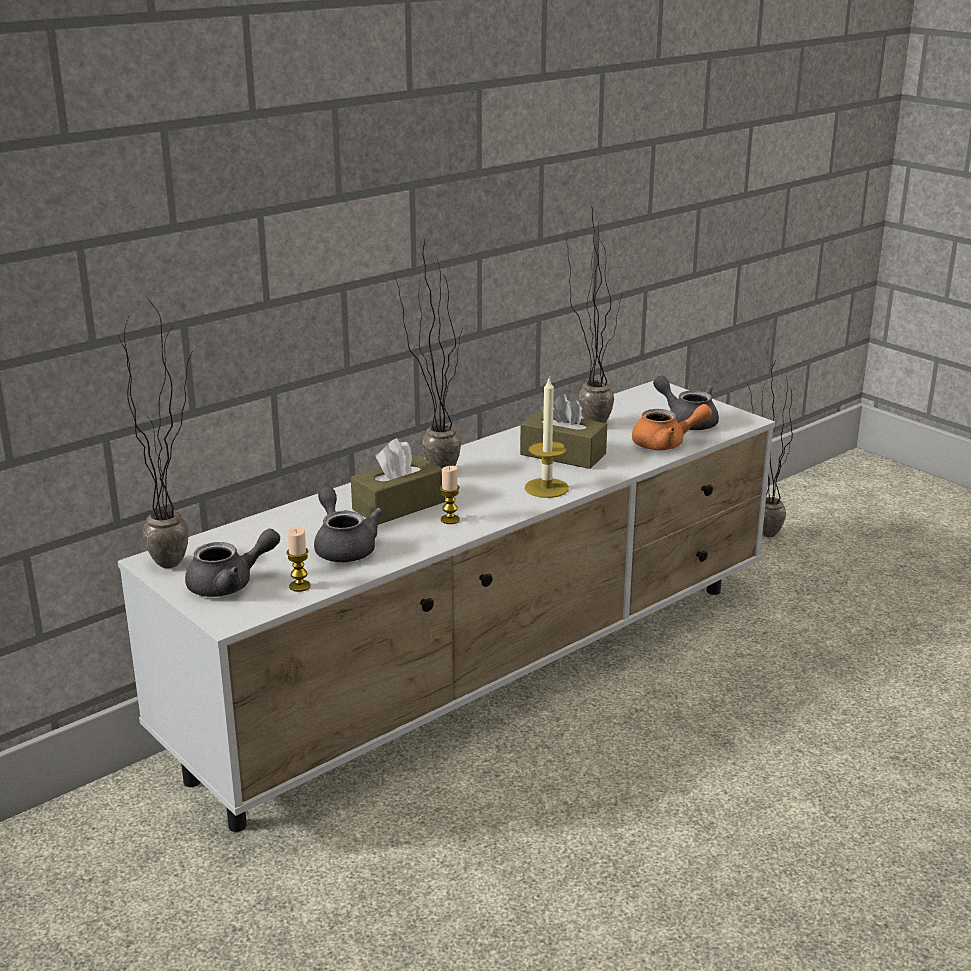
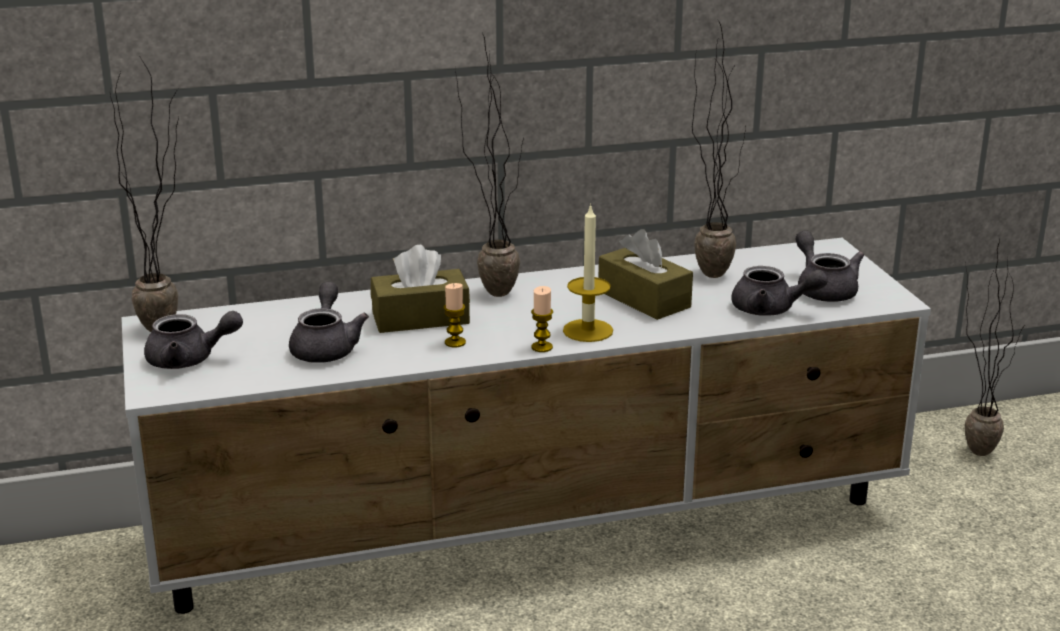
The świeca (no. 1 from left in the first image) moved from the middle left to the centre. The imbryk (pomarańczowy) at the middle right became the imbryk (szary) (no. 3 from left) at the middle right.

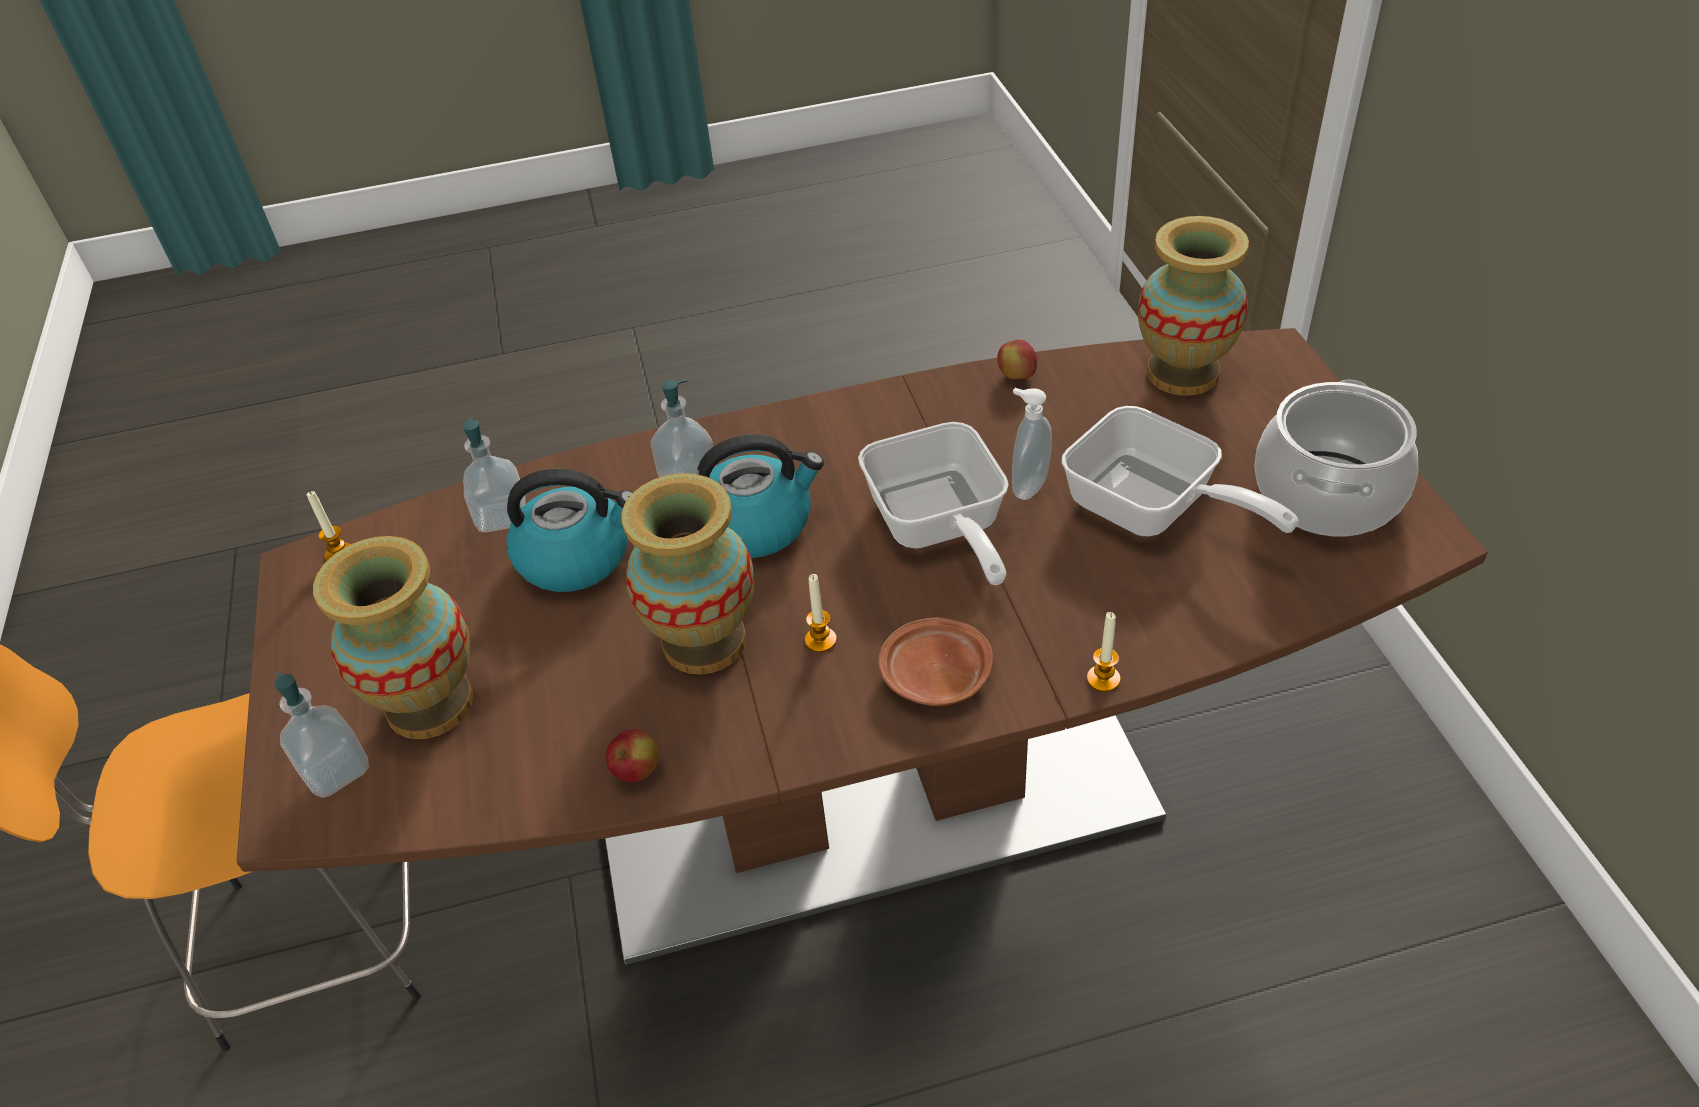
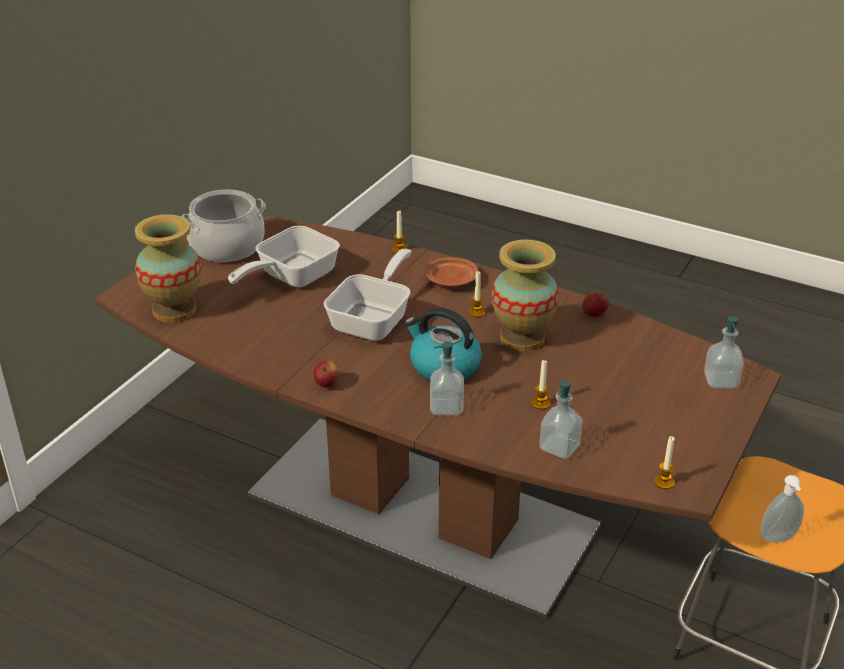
The wazon (no. 1 from left) at the middle left disappeared. The czajnik (no. 1 from left) at the centre was replaced by the świeca (no. 3 from left) at the centre. The jabłko (no. 2 from left in the first image) moved from the top centre to the centre. The dozownik mydła (no. 4 from left) moved from the centre to the bottom right. The patelnia (no. 2 from left in the first image) at the middle right turned 135 degrees counterclockwise.

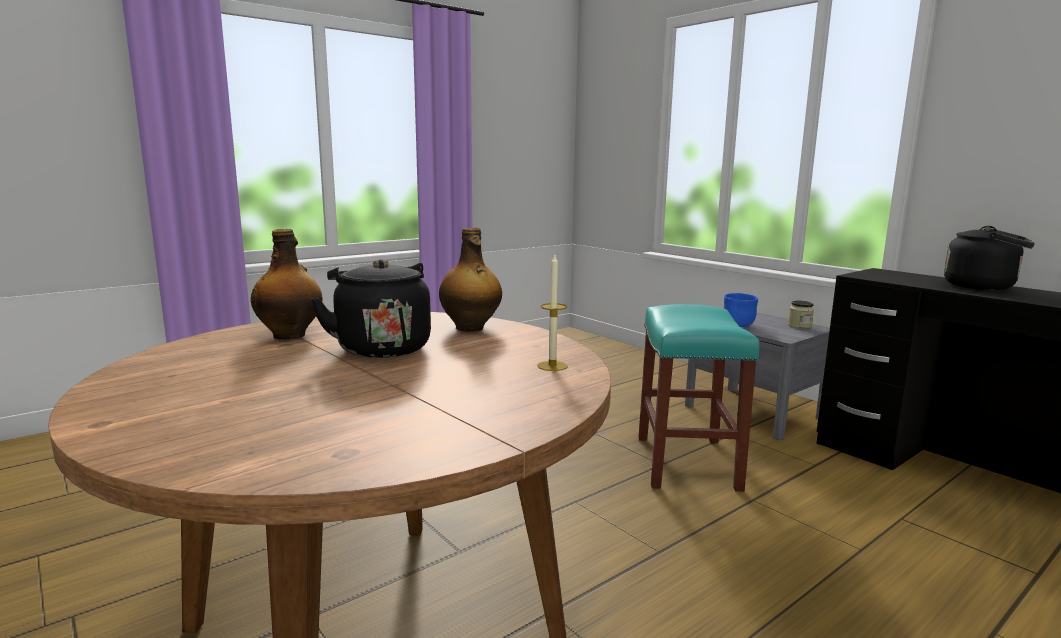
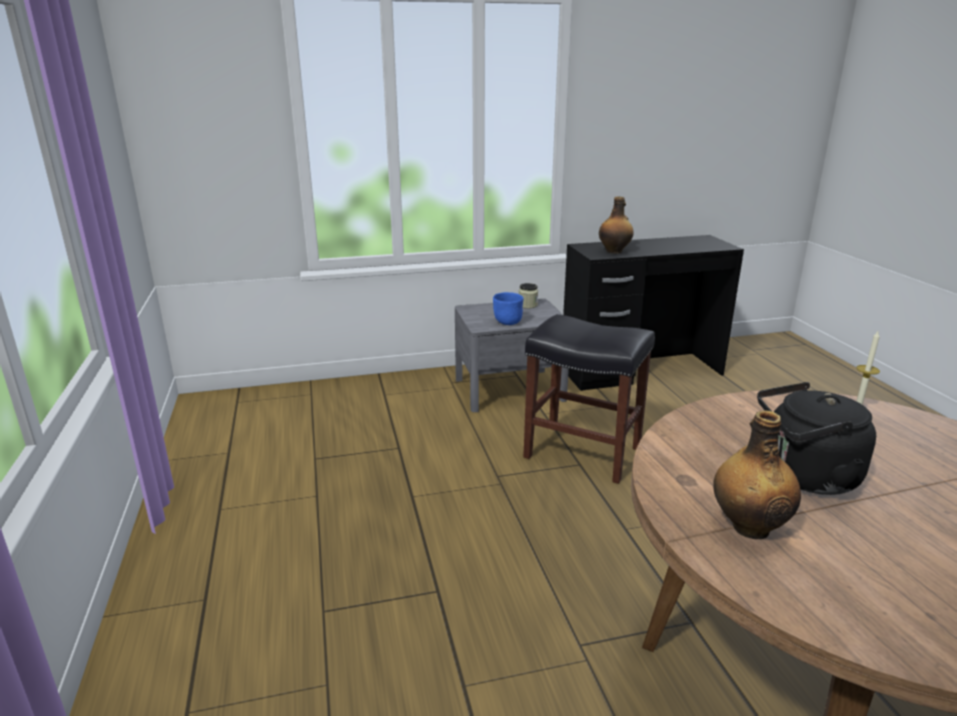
The butelka (no. 2 from left in the first image) moved from the centre to the top centre. The stołek (turkusowy) at the centre became the stołek (czarny) at the centre. The czajnik (czarny) (no. 2 from left) at the middle right disappeared.

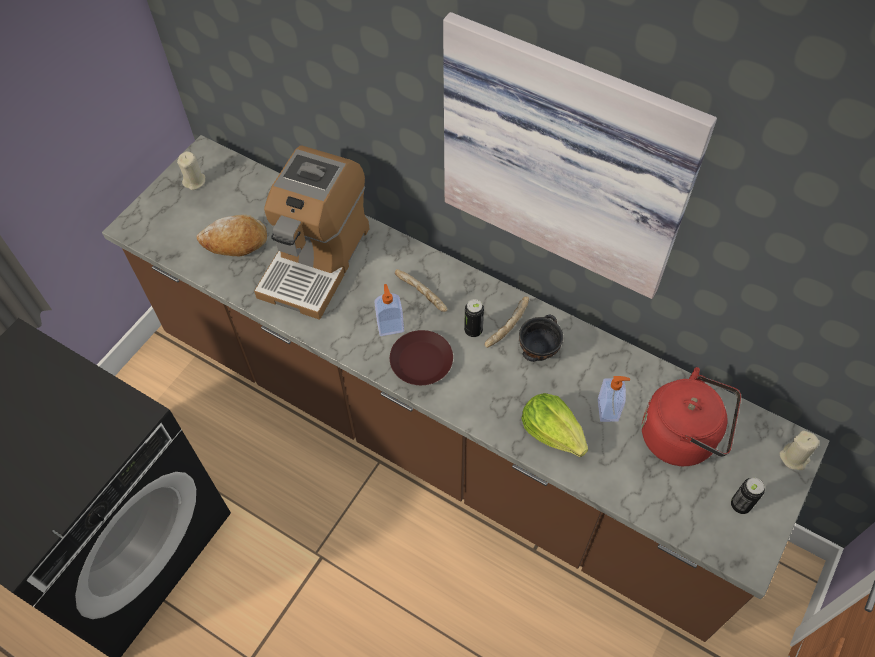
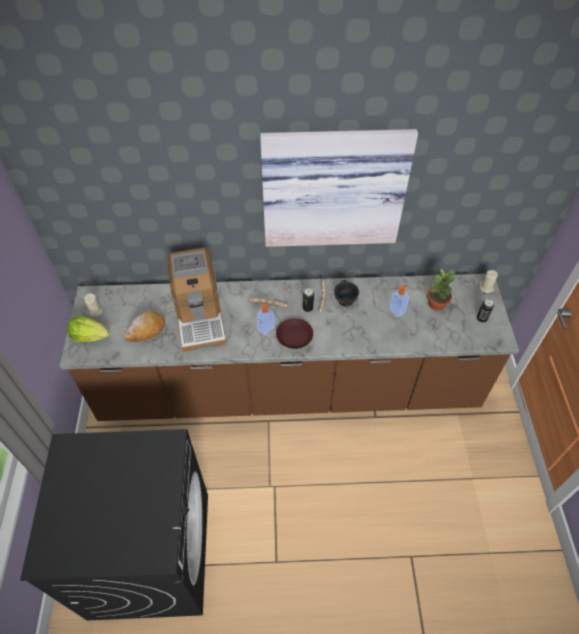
The sałata moved from the centre to the middle left. The czajnik (czerwony) at the middle right was replaced by the roślina doniczkowa at the middle right.

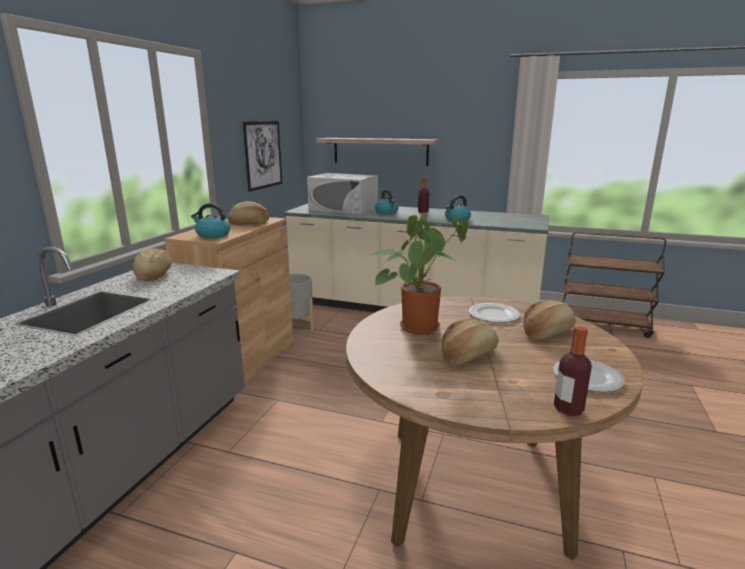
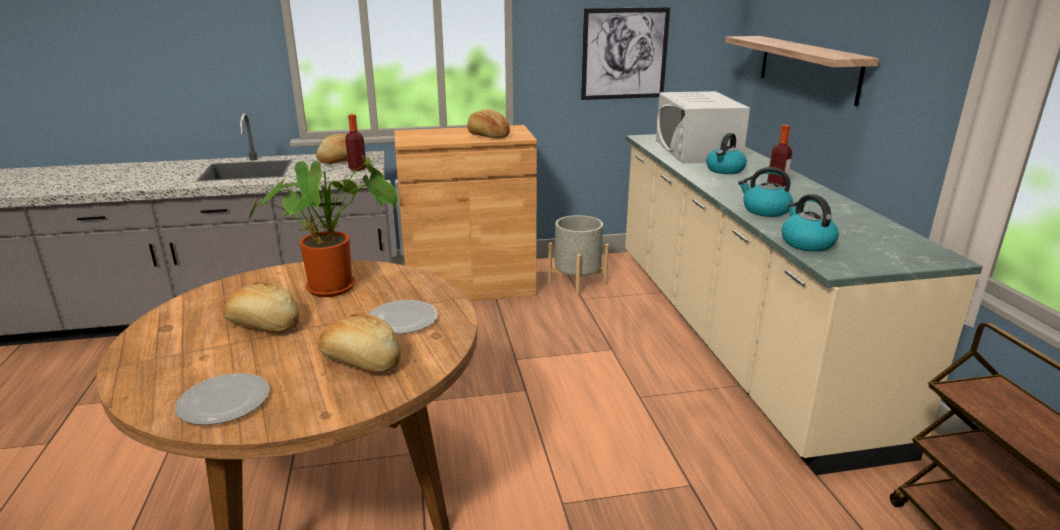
The czajnik (no. 1 from left in the first image) moved from the middle left to the middle right. The butelka (no. 2 from left in the first image) moved from the middle right to the top centre.

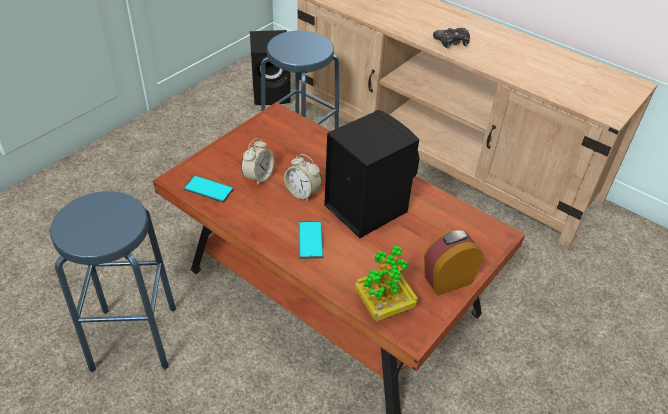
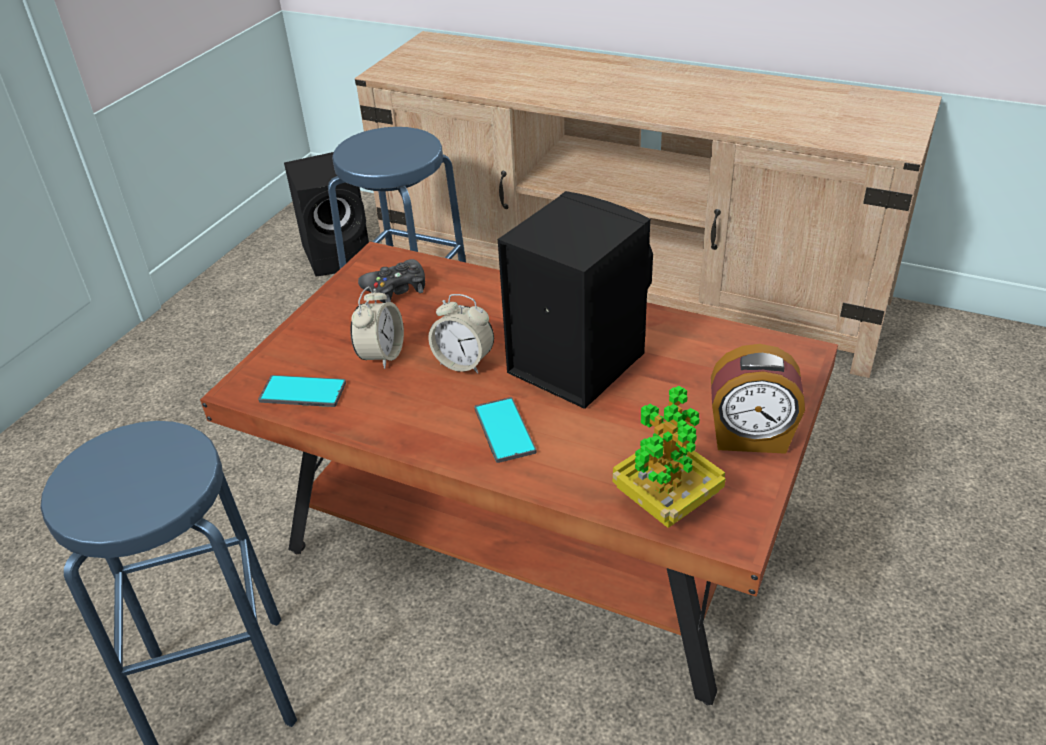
The budzik (no. 3 from left) at the middle right turned 135 degrees counterclockwise. The pad do gier (czarny) moved from the top right to the centre.

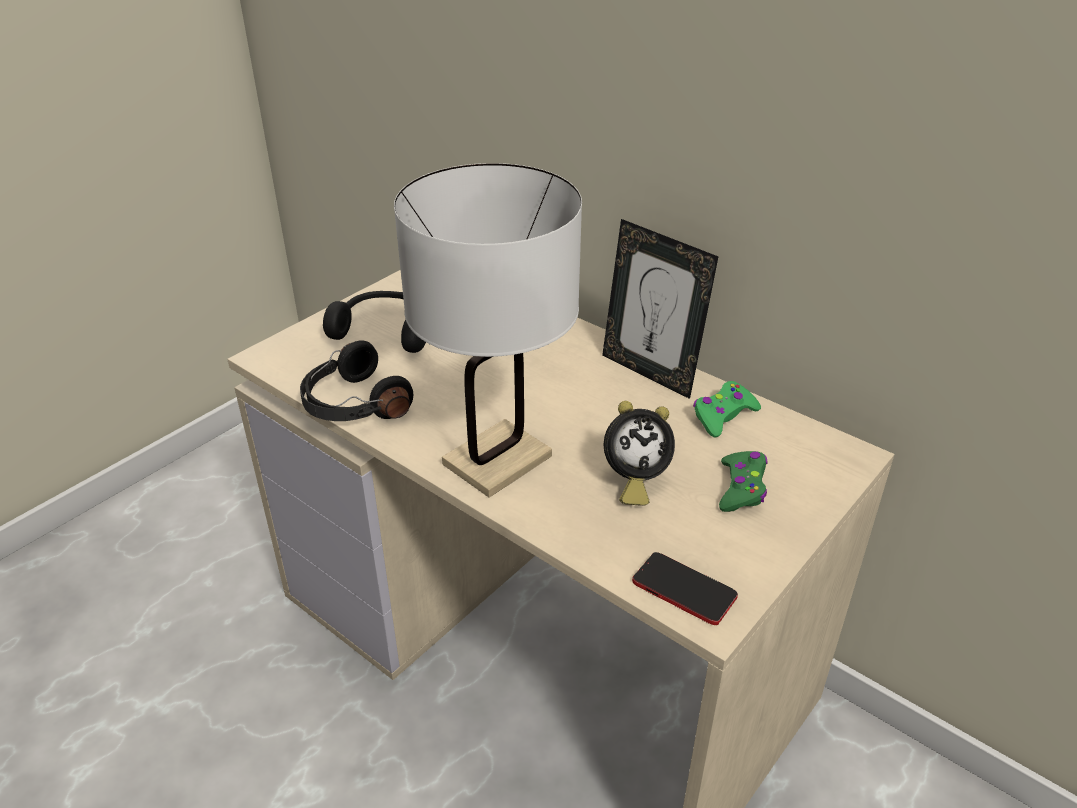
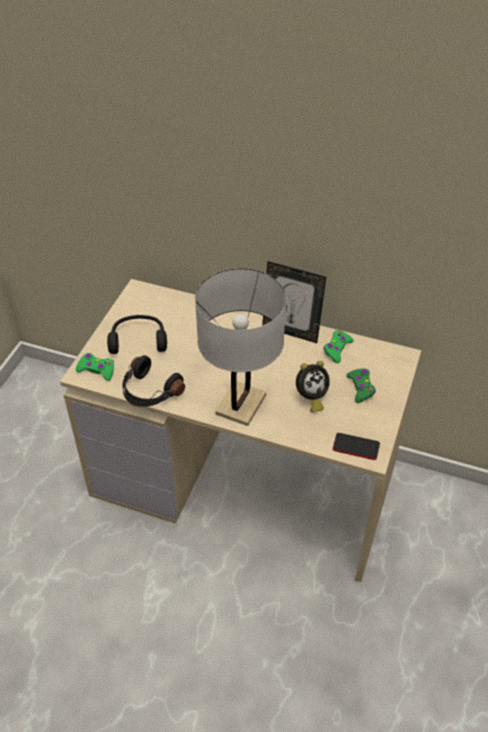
The pad do gier (zielony) (no. 1 from left) at the middle left appeared.

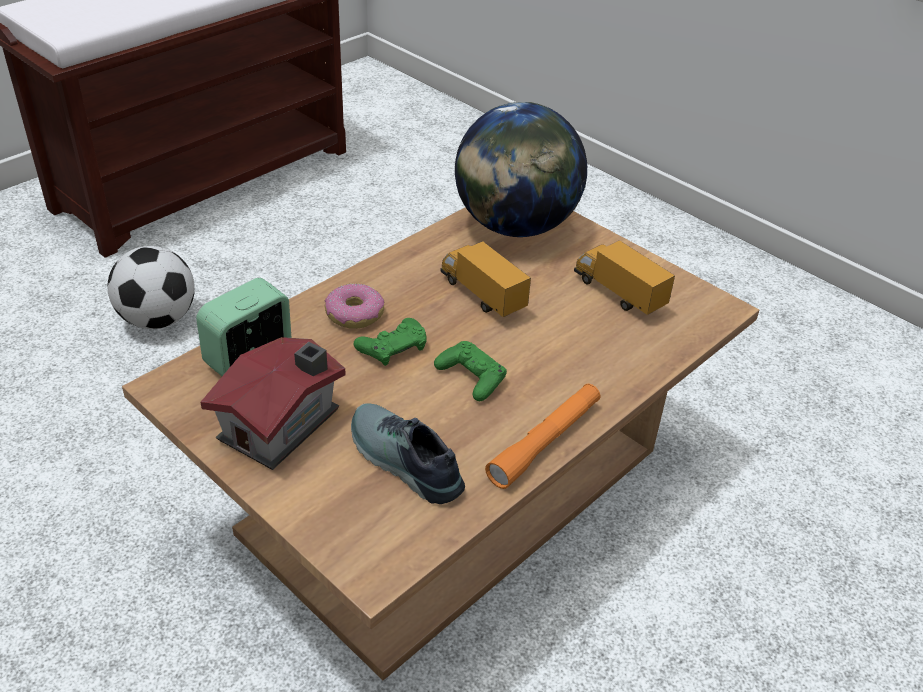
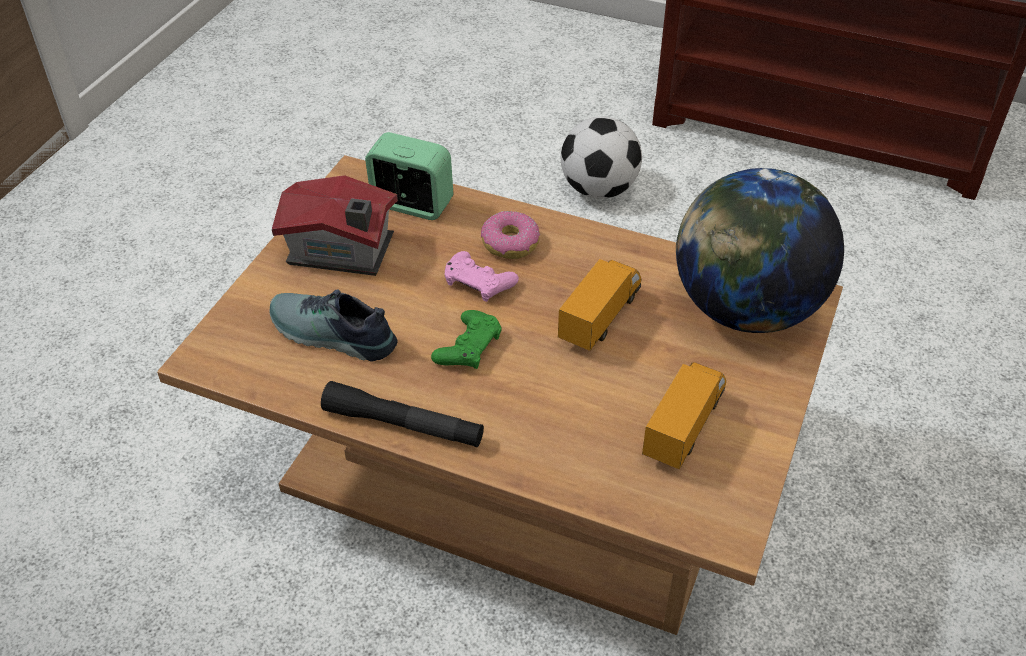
The but at the centre turned 90 degrees counterclockwise. The pad do gier (zielony) (no. 1 from left) at the centre became the pad do gier (różowy) at the centre. The latarka (pomarańczowy) at the centre became the latarka (czarny) at the centre.

